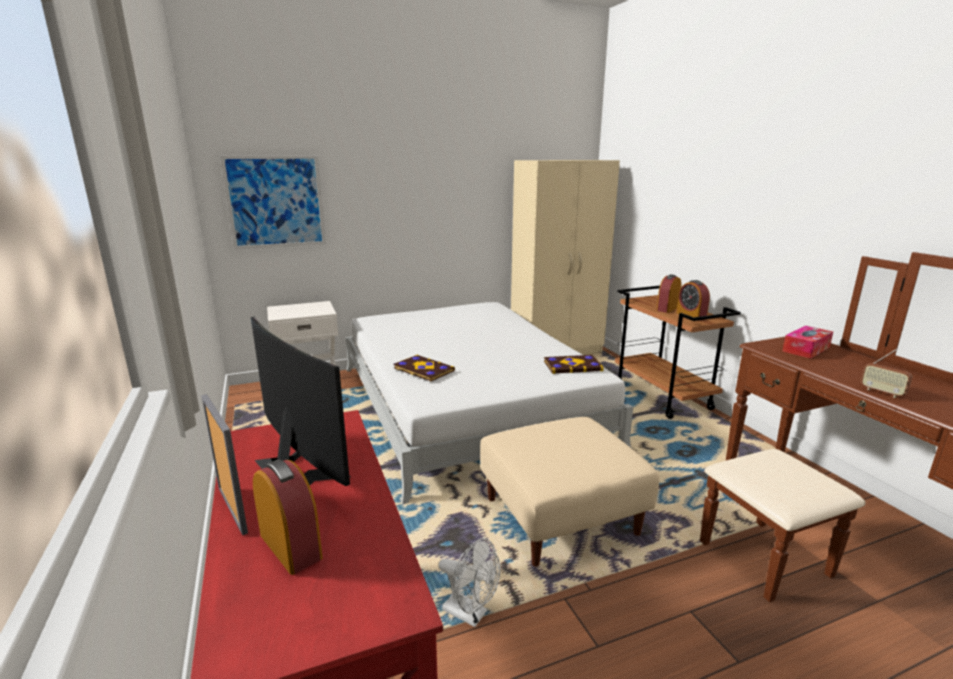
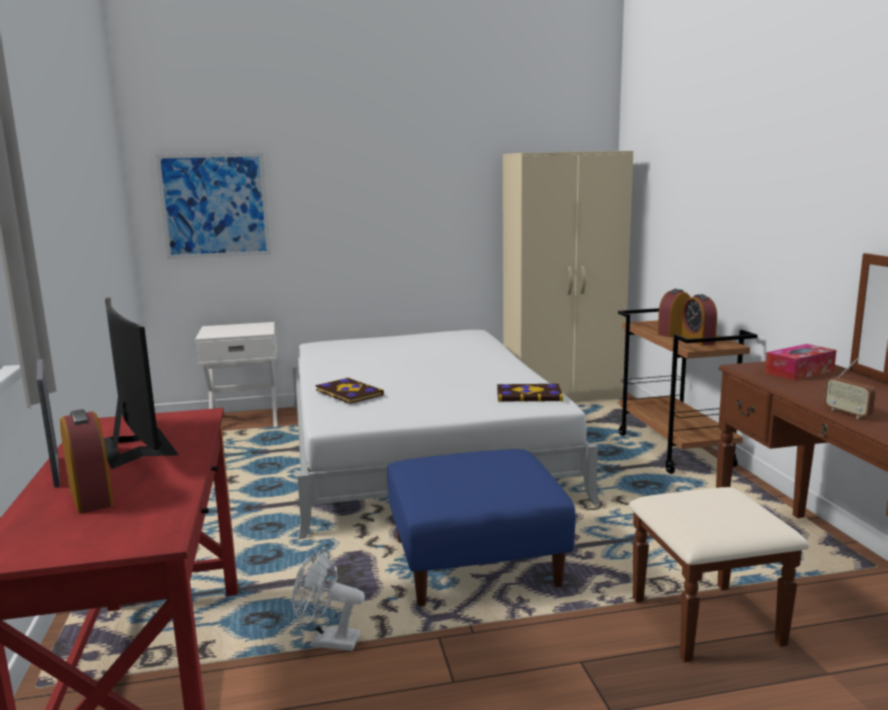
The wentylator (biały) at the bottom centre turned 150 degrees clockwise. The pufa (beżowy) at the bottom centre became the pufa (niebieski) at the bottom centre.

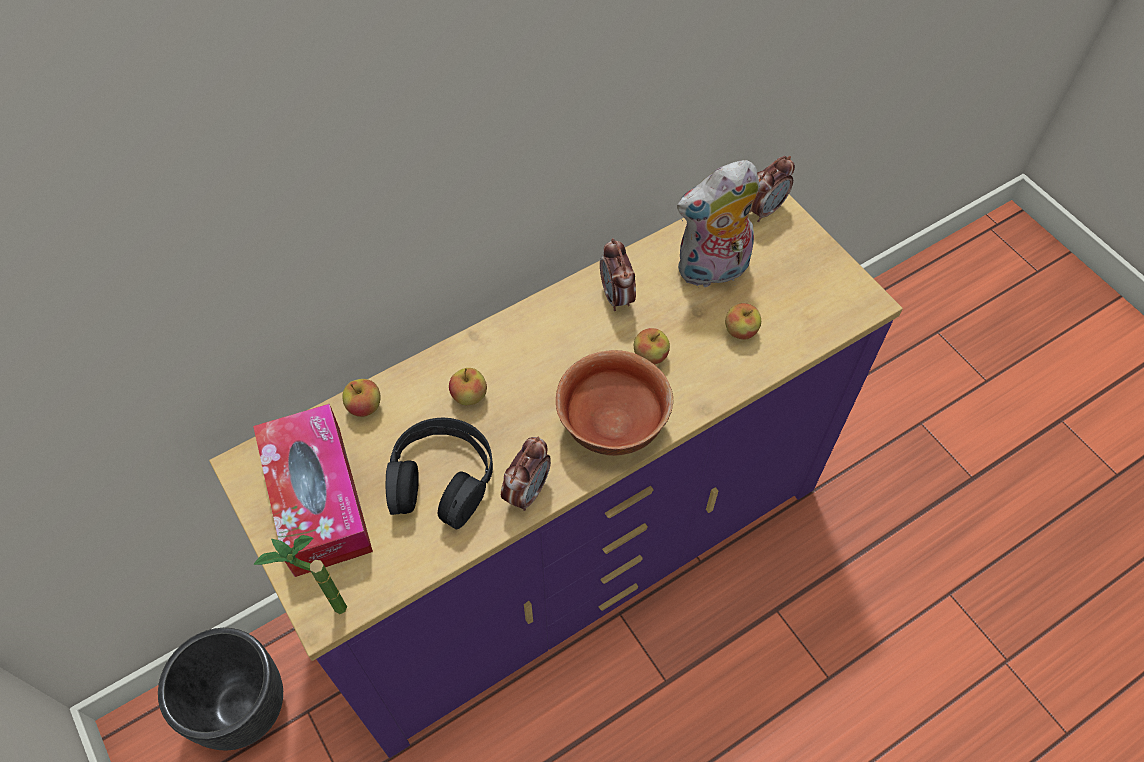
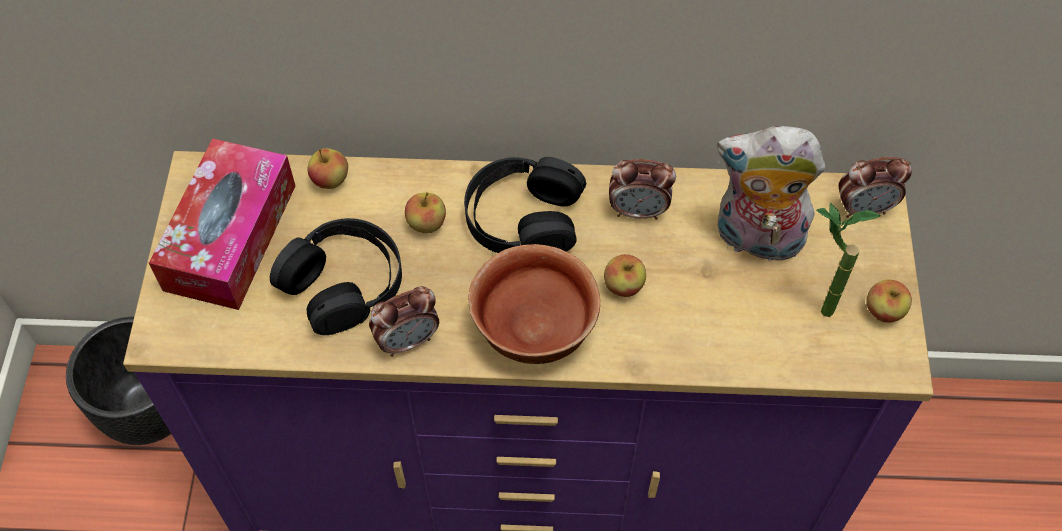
The roślina doniczkowa moved from the bottom left to the middle right. The budzik (no. 2 from left) at the centre turned 105 degrees counterclockwise. The jabłko (no. 4 from left) moved from the centre to the middle right. The słuchawki (czarny) (no. 2 from left) at the centre appeared.

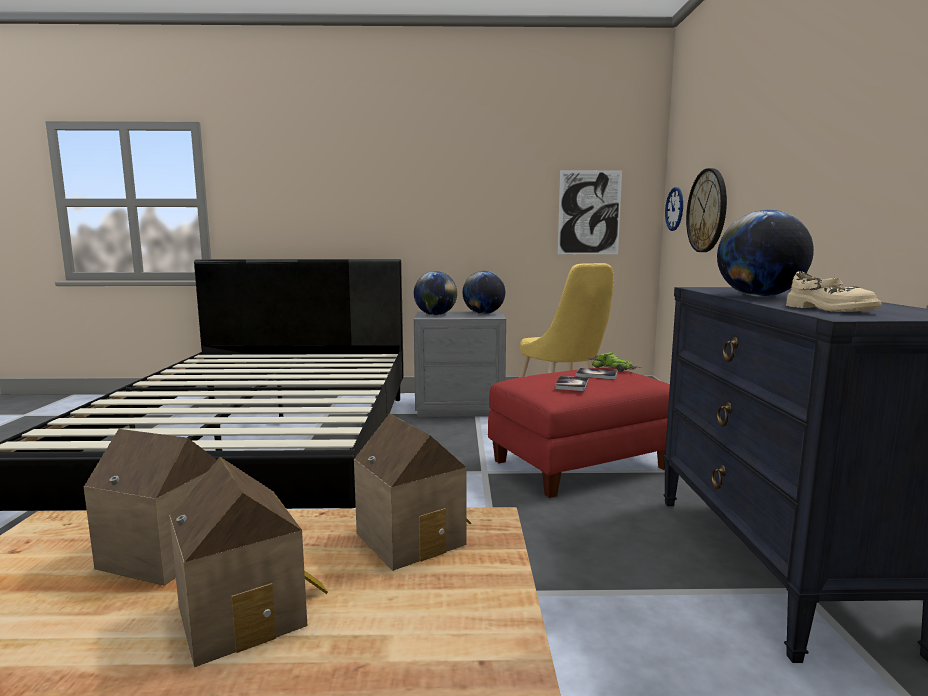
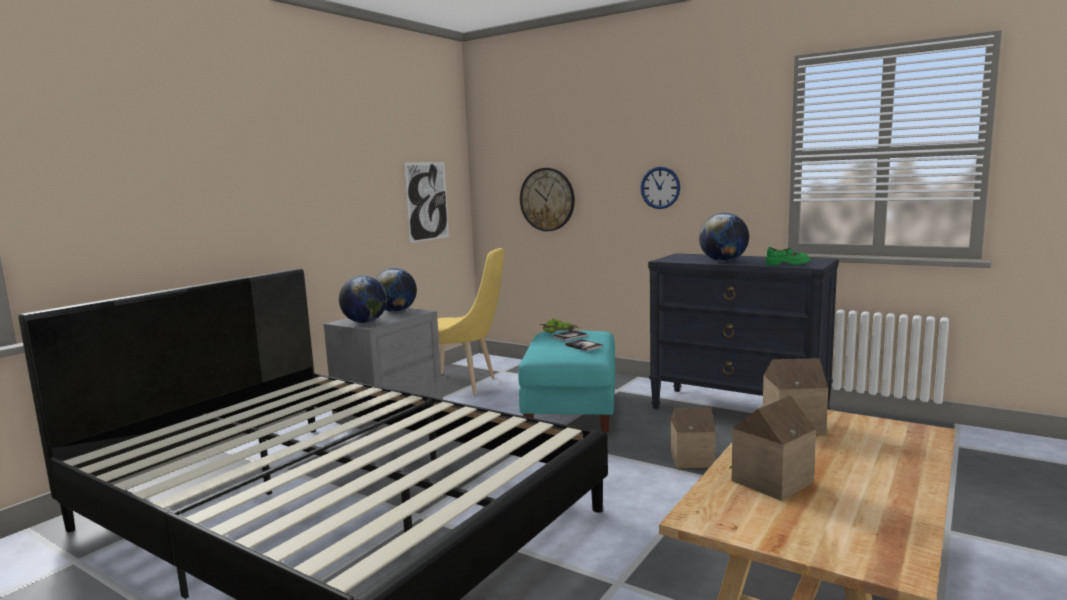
The domek (no. 2 from left in the first image) moved from the bottom left to the bottom centre. The pufa (czerwony) at the centre became the pufa (turkusowy) at the centre. The zegar ścienny (no. 1 from left in the first image) moved from the top right to the top centre. The but (beżowy) at the middle right became the but (zielony) at the middle right.

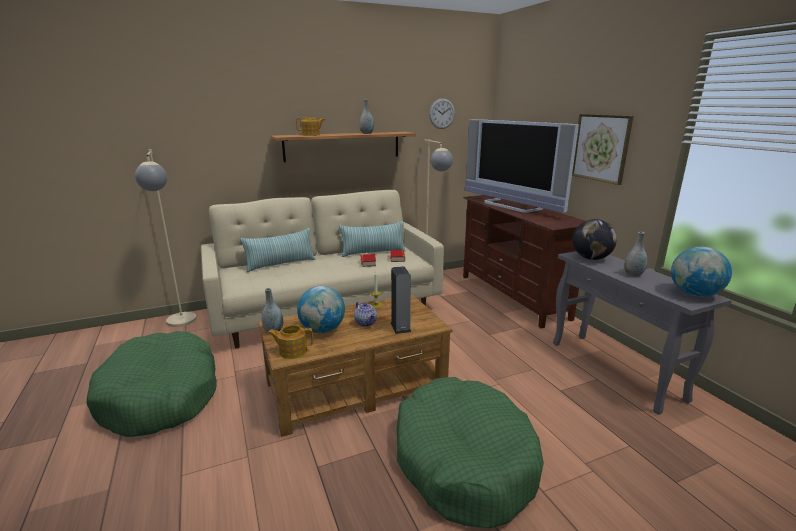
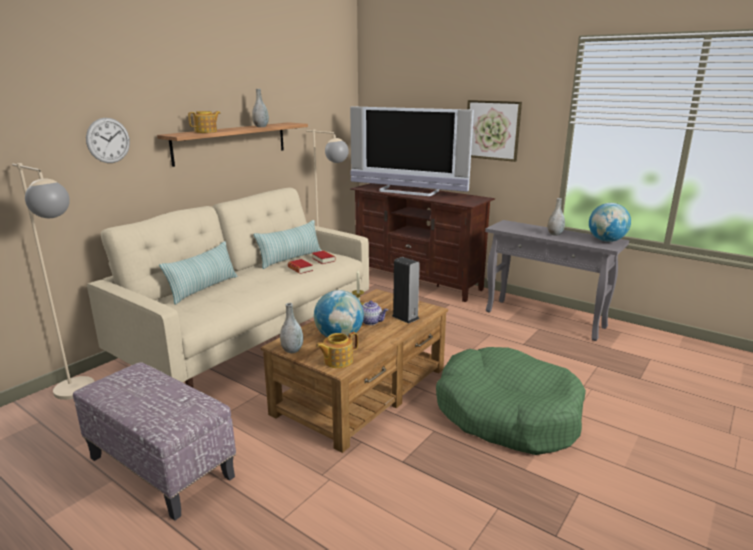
The legowisko (zielony) (no. 1 from left) at the bottom left was replaced by the pufa at the bottom left. The zegar ścienny moved from the top centre to the top left. The globus (no. 2 from left) at the middle right disappeared.

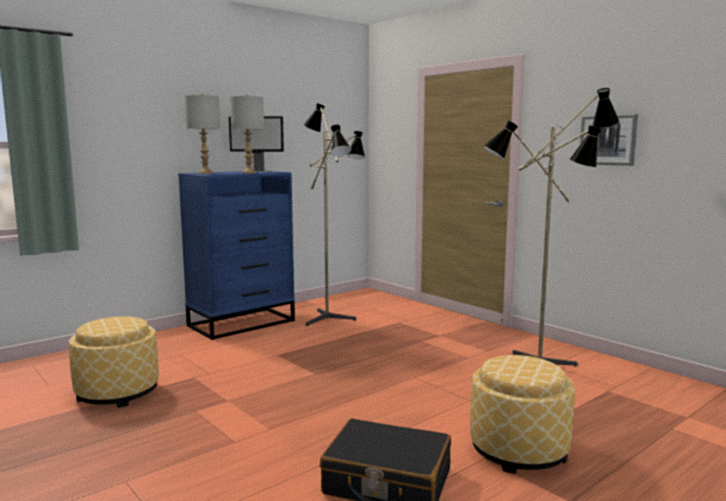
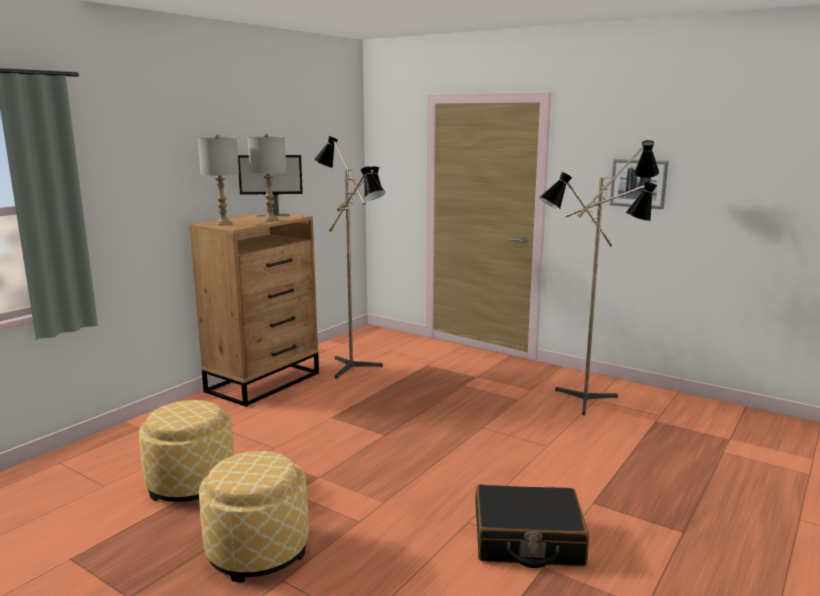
The komoda (niebieski) at the middle left became the komoda (brązowy) at the middle left. The pufa (no. 2 from left) moved from the bottom right to the bottom left.

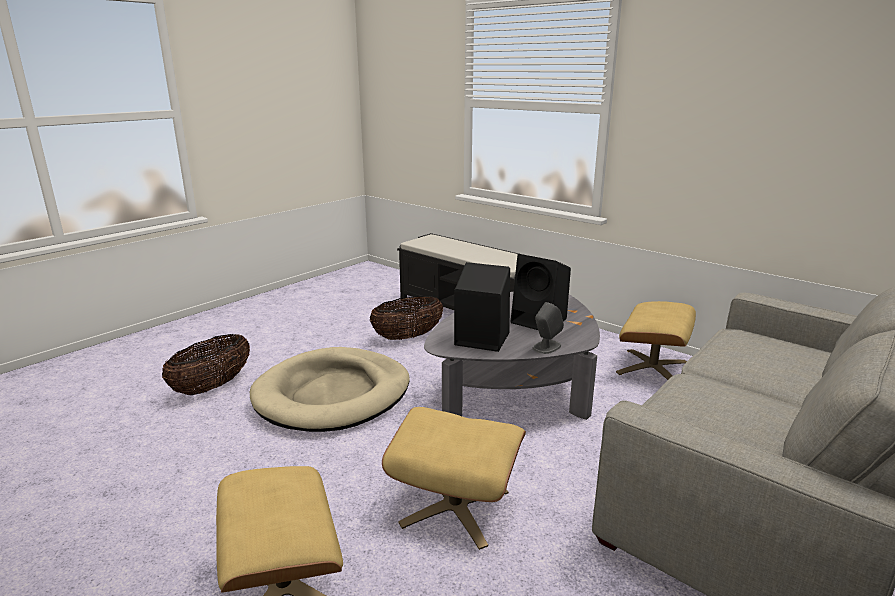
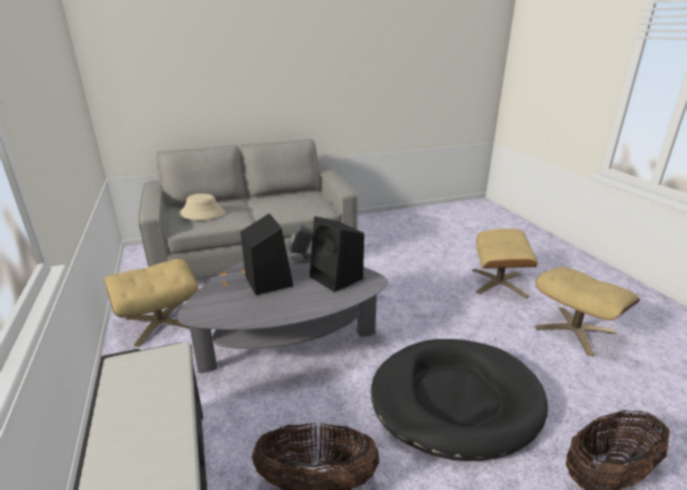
The legowisko (beżowy) at the centre became the legowisko (czarny) at the bottom right. The pufa (beżowy) (no. 2 from left in the first image) moved from the bottom centre to the middle right. The kapelusz (beżowy) at the middle left appeared.

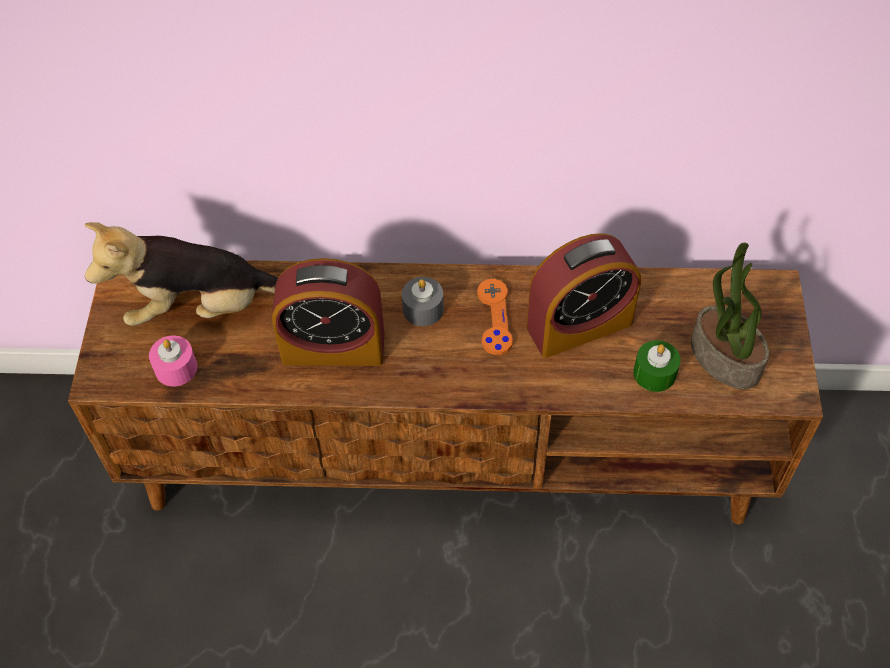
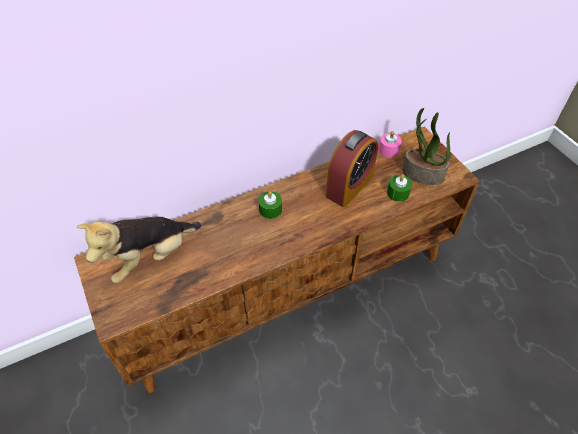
The świeca (różowy) moved from the middle left to the top right. The budzik (no. 1 from left) at the centre disappeared. The świeca (szary) at the centre became the świeca (zielony) (no. 1 from left) at the centre. The pad do gier (pomarańczowy) at the centre disappeared.

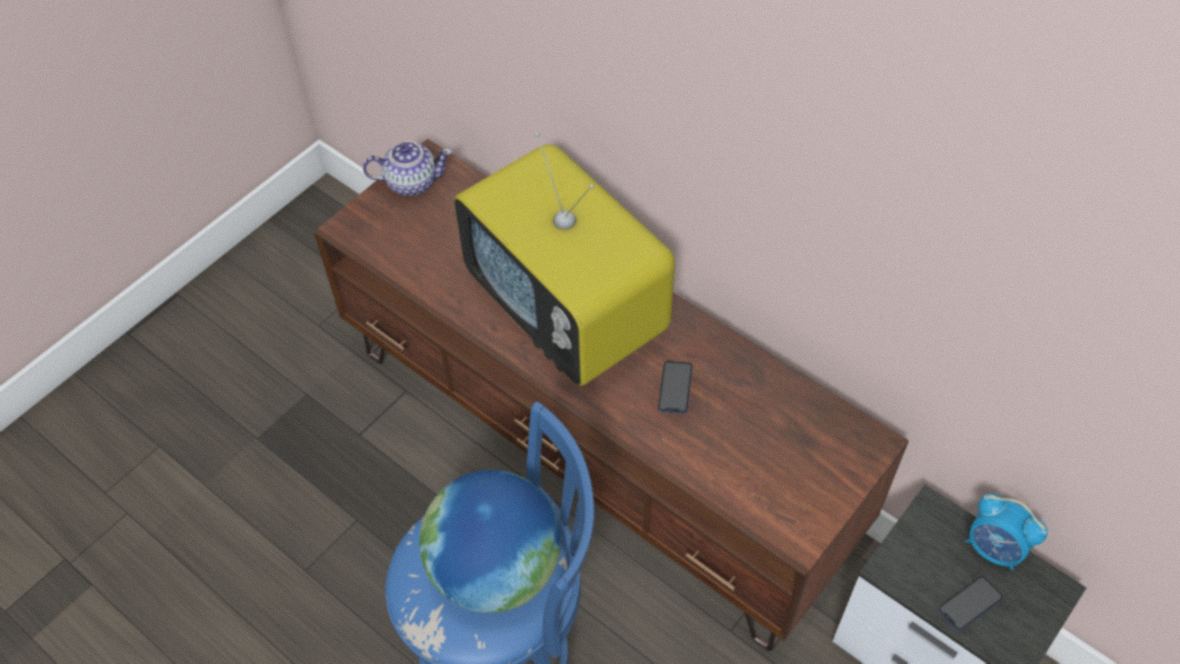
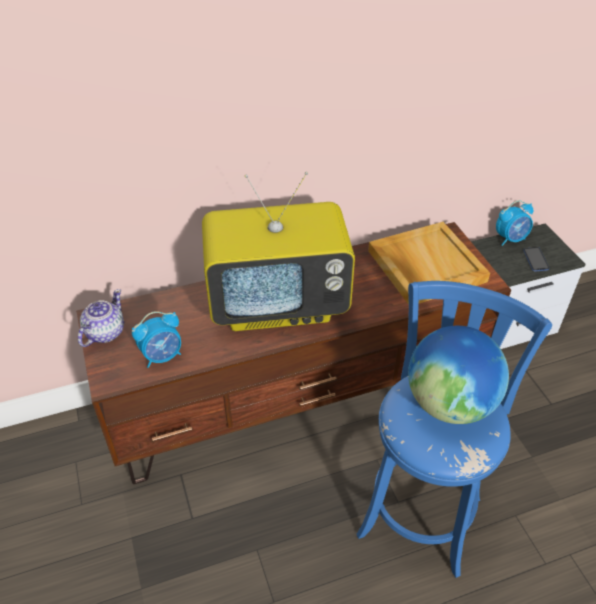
The telefon (no. 1 from left) at the centre disappeared. The budzik (no. 1 from left) at the middle left appeared. The taca (beżowy) at the middle right appeared.

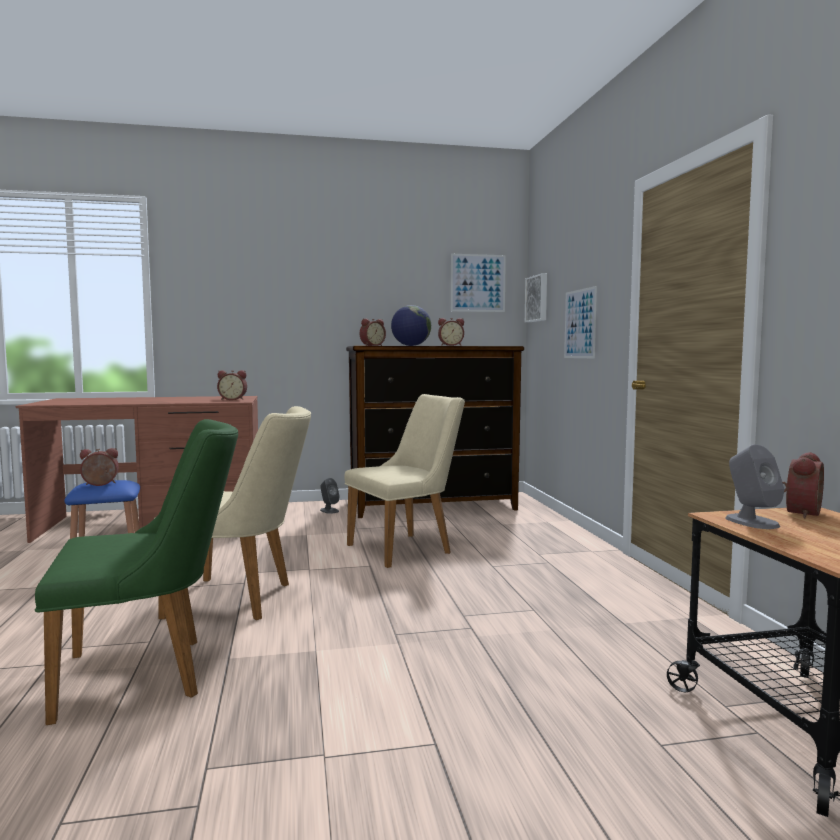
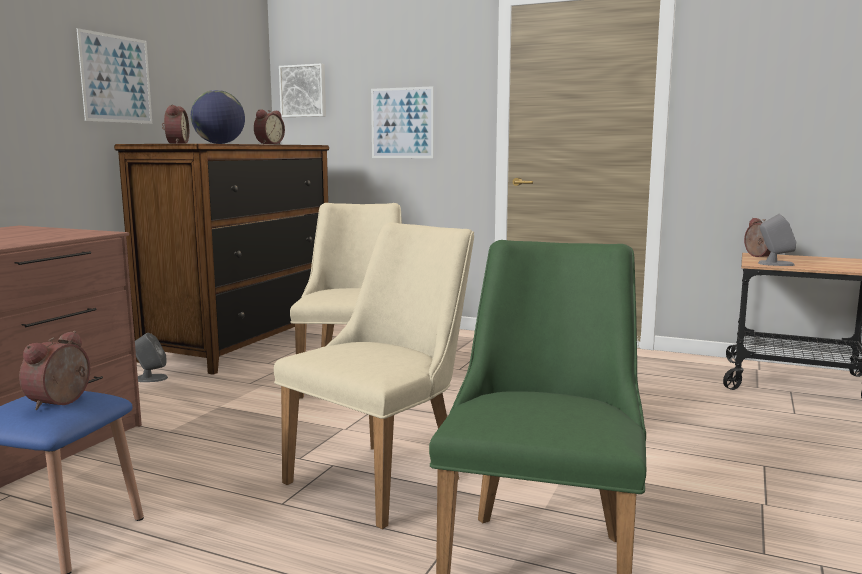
The budzik (no. 2 from left) at the middle left disappeared. The obraz (no. 1 from left) moved from the centre to the top left.

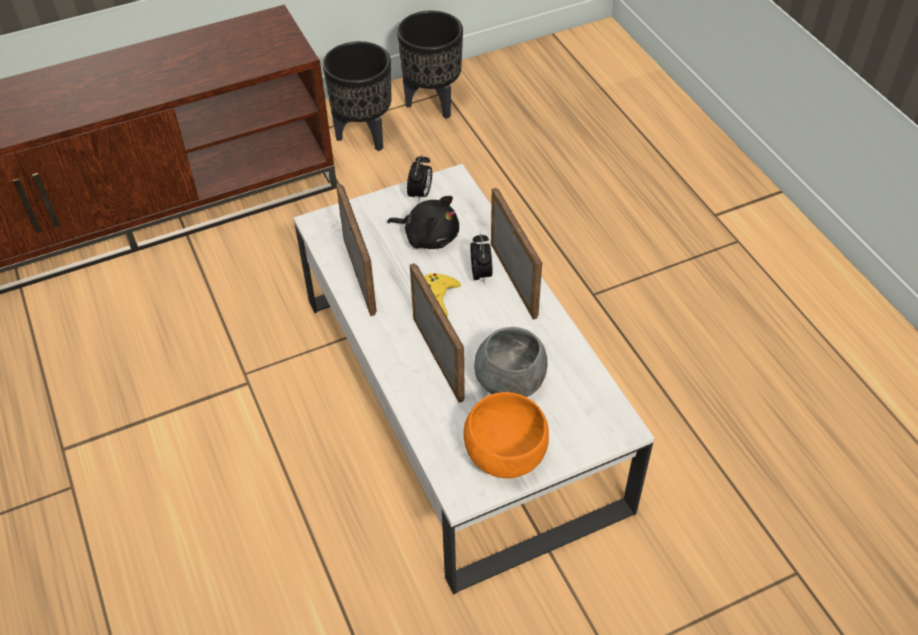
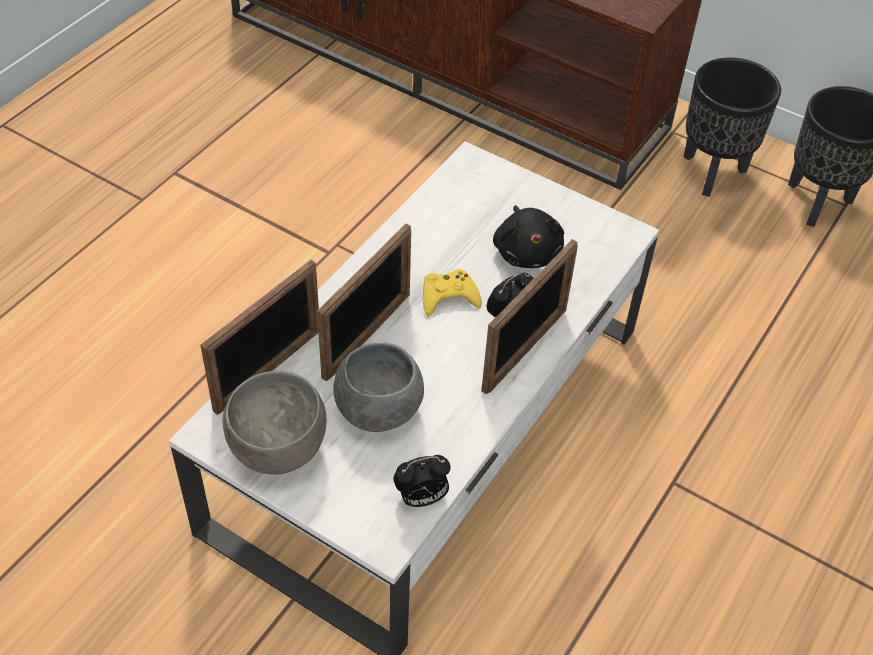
The ramka na zdjęcie (no. 1 from left) moved from the centre to the middle left. The budzik (no. 1 from left) moved from the top centre to the bottom centre. The miska (pomarańczowy) at the bottom centre became the miska (szary) (no. 1 from left) at the middle left.

